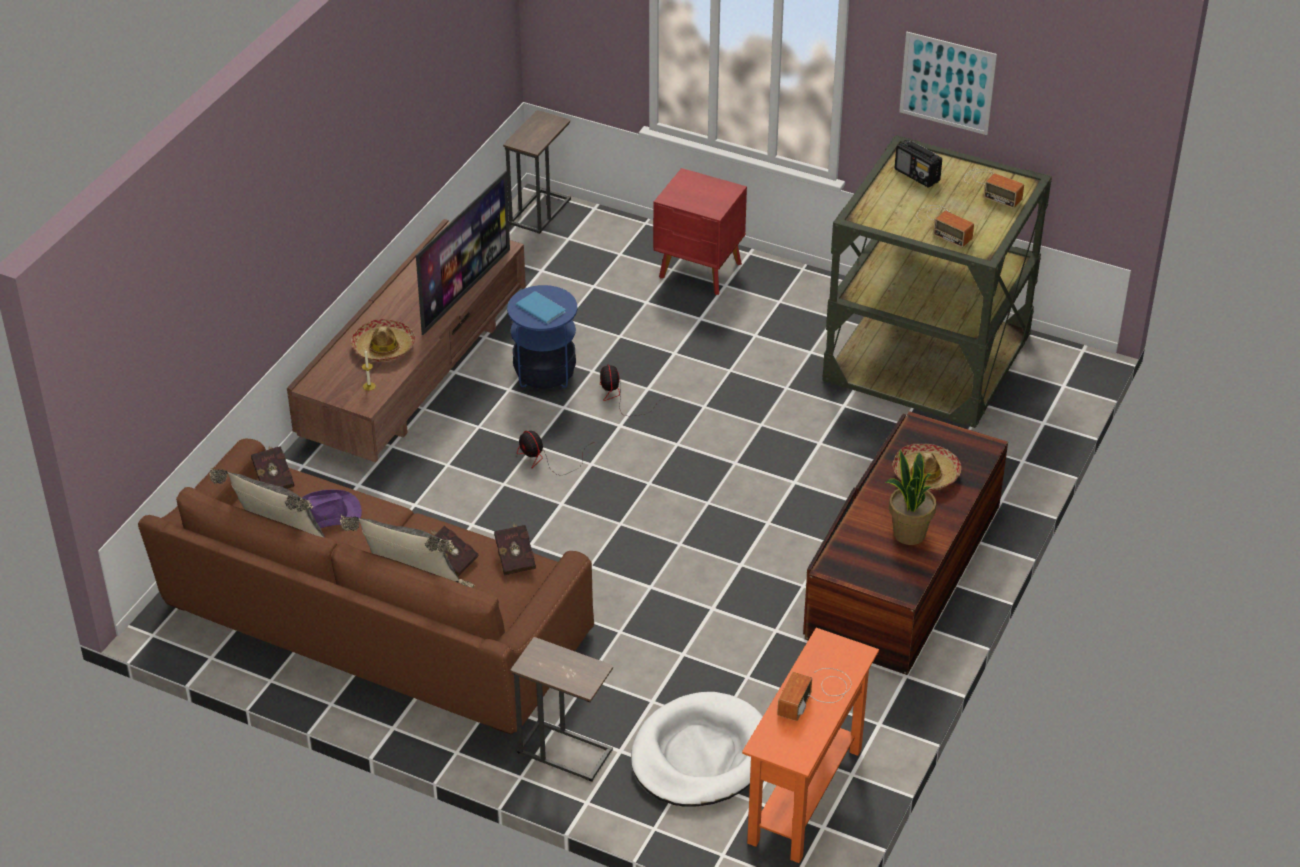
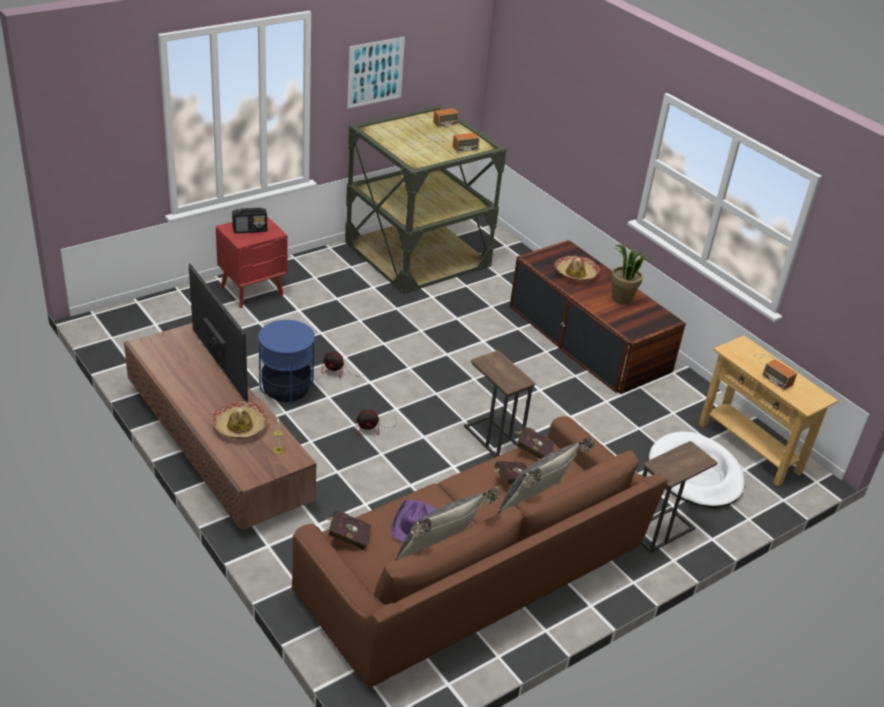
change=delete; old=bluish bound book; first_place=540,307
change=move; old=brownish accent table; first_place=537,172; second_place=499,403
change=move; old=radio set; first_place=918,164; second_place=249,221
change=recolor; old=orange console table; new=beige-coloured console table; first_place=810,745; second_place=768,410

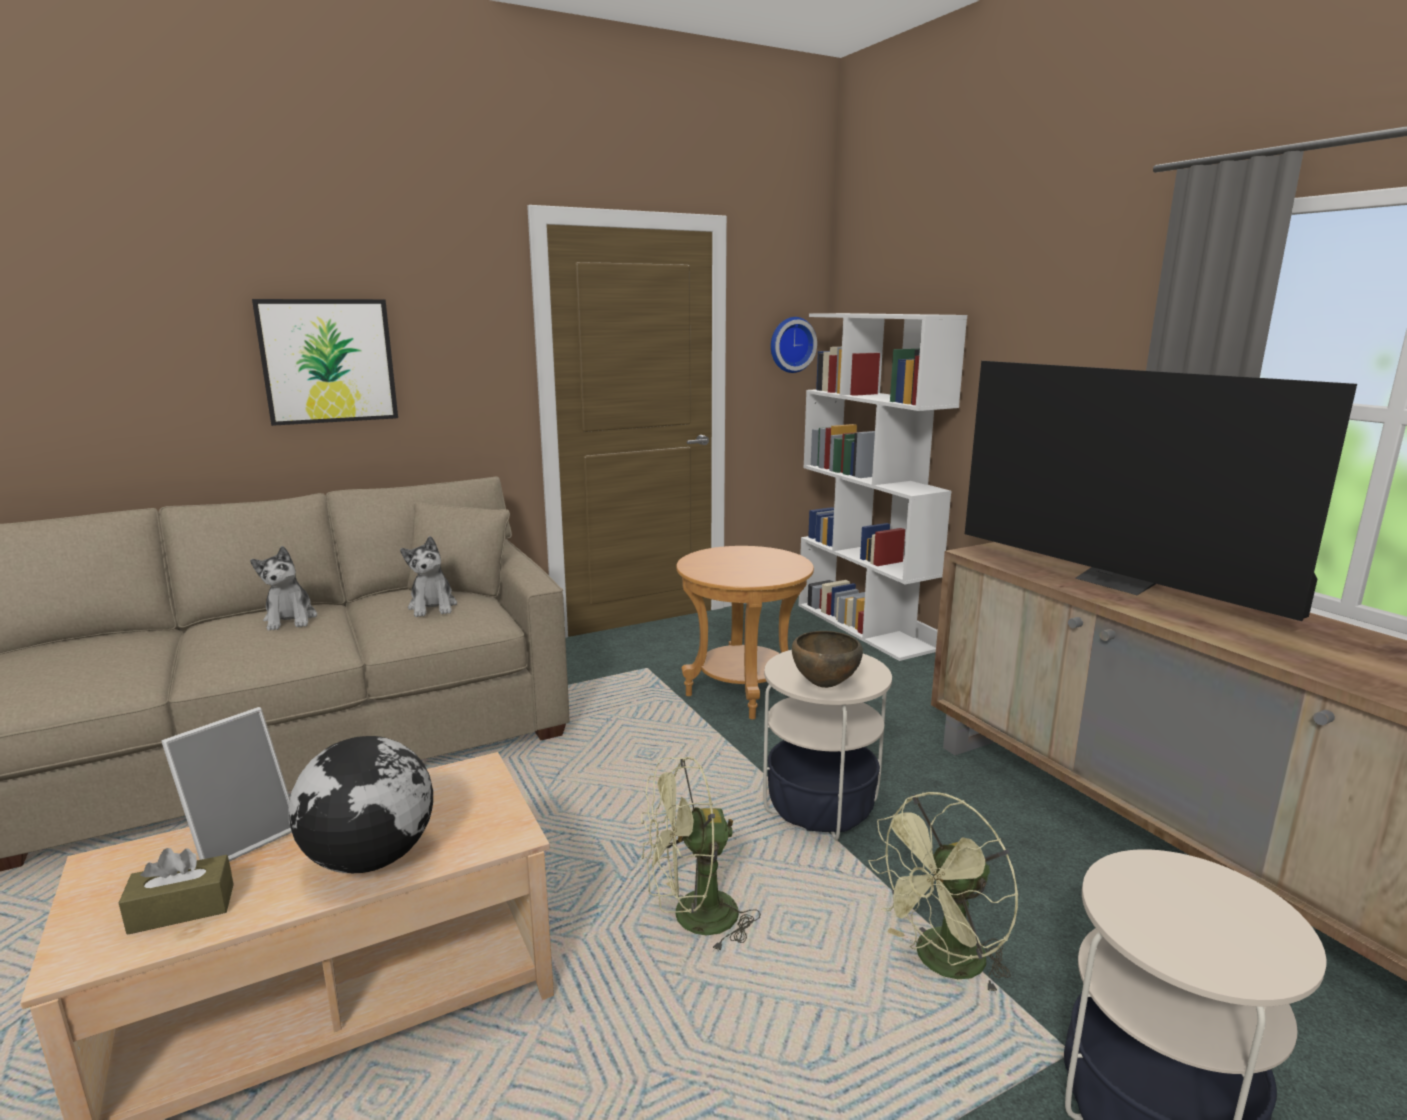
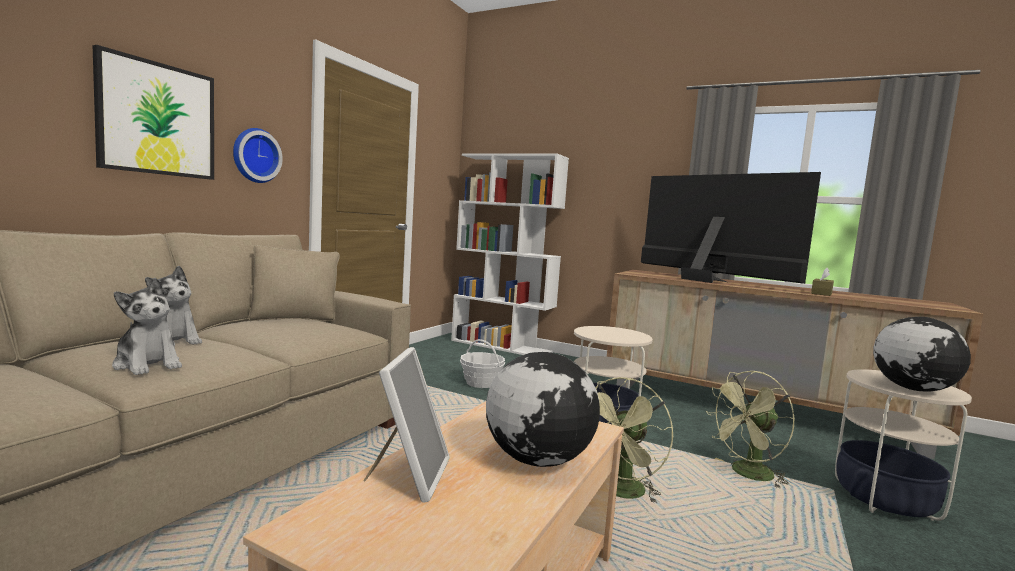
change=delete; old=brownish deep dish; first_place=827,659
change=insert; new=desk globe; second_place=922,354
change=move; old=brownish tissue box; first_place=176,891; second_place=822,282
change=move; old=cuddly toy; first_place=428,576; second_place=147,326
change=move; old=clock on the wall; first_place=794,345; second_place=258,155
change=replace; old=brownish accent table; new=household basket; first_place=745,632; second_place=482,363
change=rotate; old=green fan; first_place=943,893; second_place=750,429; degrees=45
change=rotate; old=television; first_place=1161,491; second_place=731,228; degrees=-150

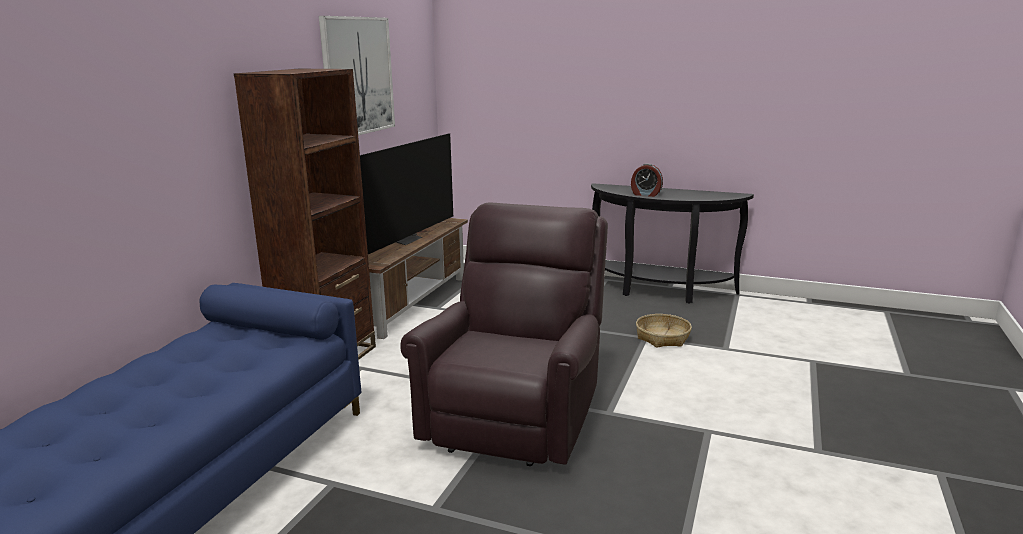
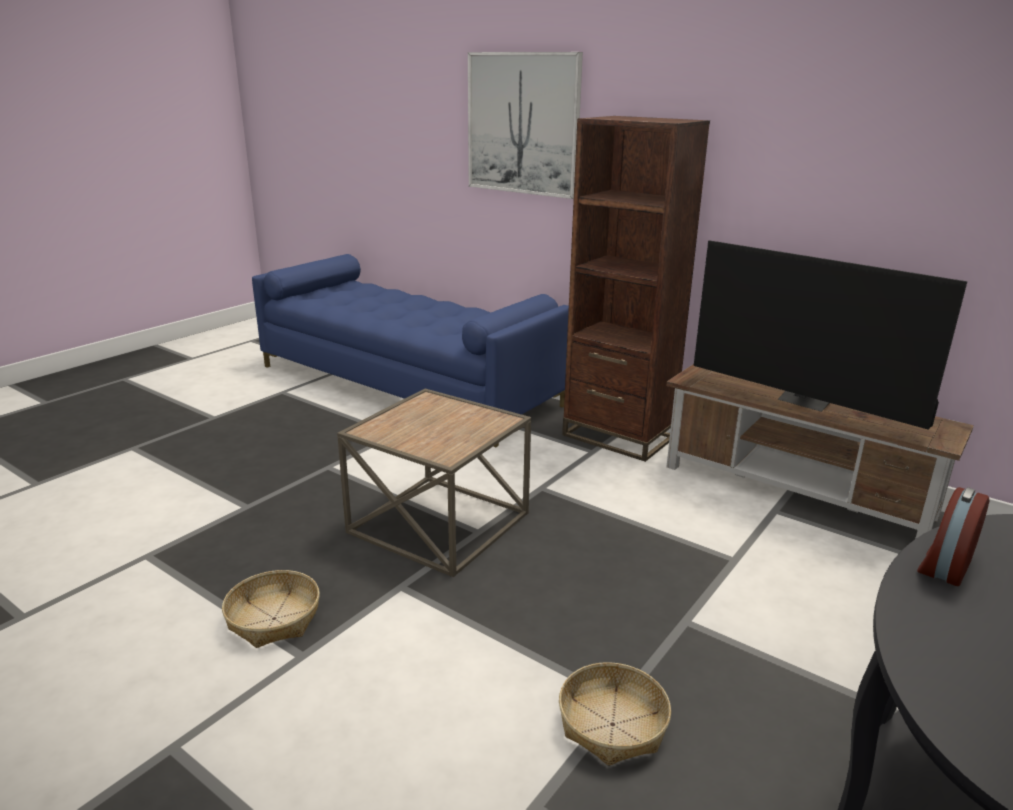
change=insert; new=household basket; second_place=271,609
change=move; old=wall picture; first_place=357,75; second_place=525,125
change=replace; old=brownish easy chair; new=brownish accent table; first_place=504,334; second_place=434,482

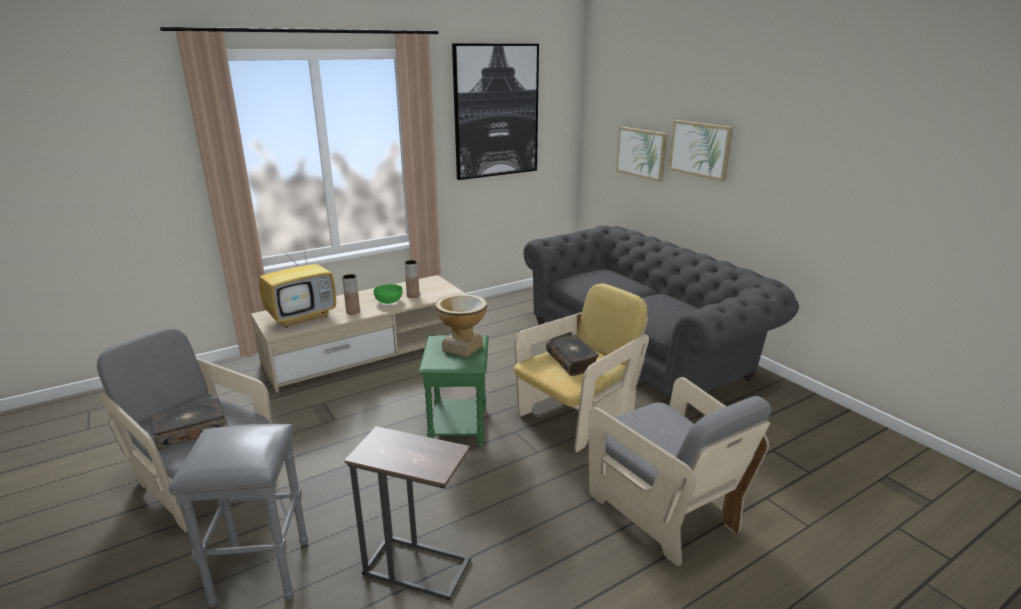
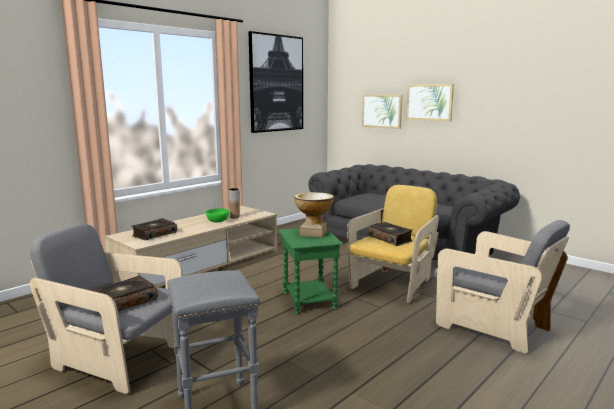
change=delete; old=brownish vase; first_place=351,294
change=delete; old=brownish accent table; first_place=408,513
change=replace; old=television; new=bound book; first_place=297,281; second_place=154,229

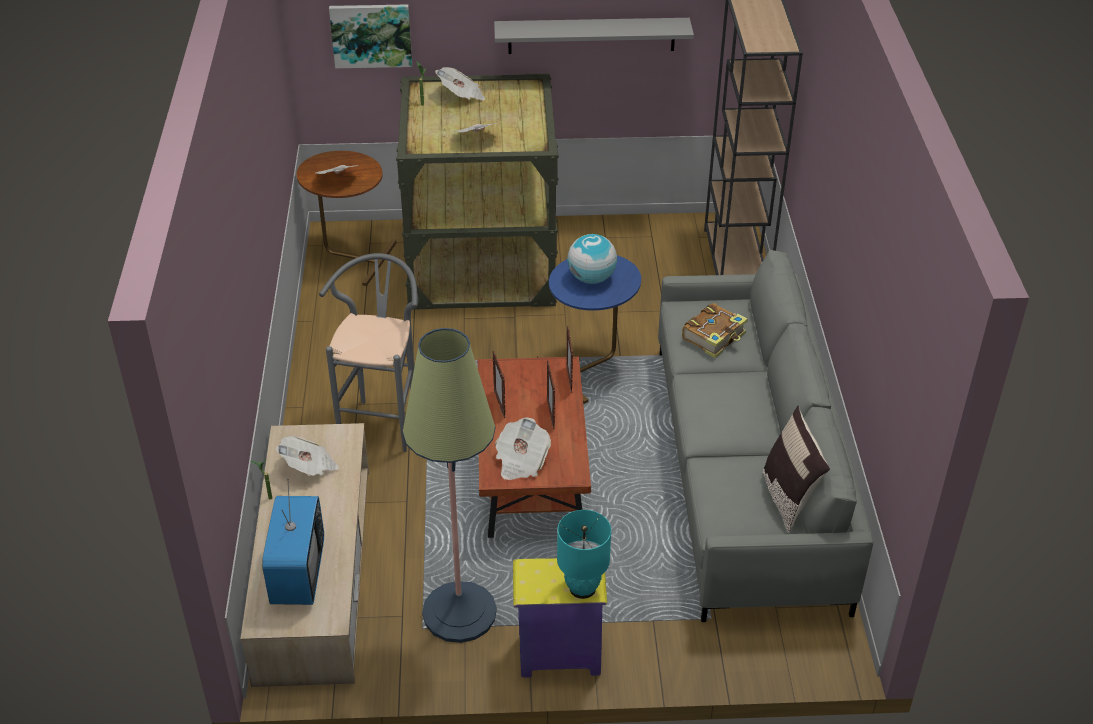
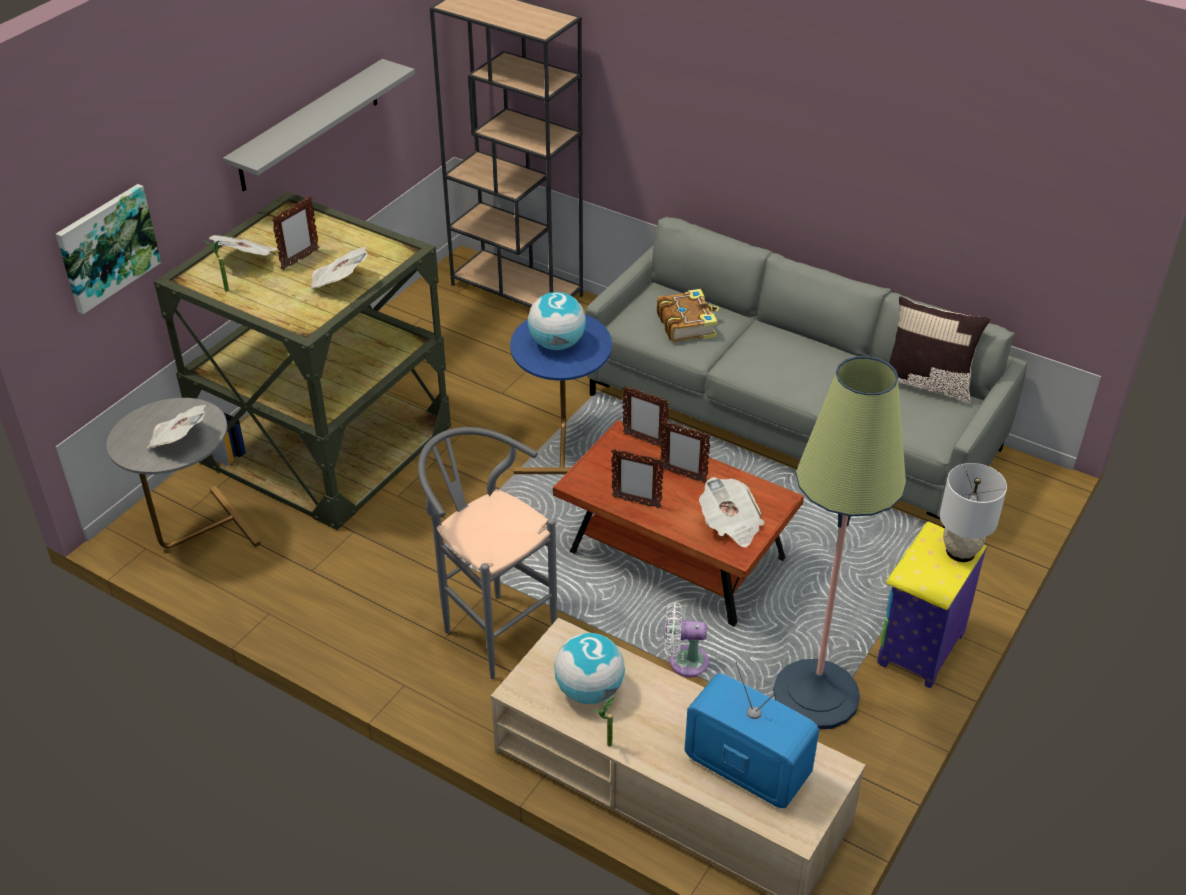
change=insert; new=standing frame; second_place=295,233
change=insert; new=white fan; second_place=686,639
change=replace; old=daily paper; new=desk globe; first_place=307,455; second_place=589,668
change=recolor; old=brownish accent table; new=greyish accent table; first_place=346,218; second_place=184,473
change=recolor; old=turquoise-coloured tabletop lamp; new=white tabletop lamp; first_place=584,554; second_place=973,512

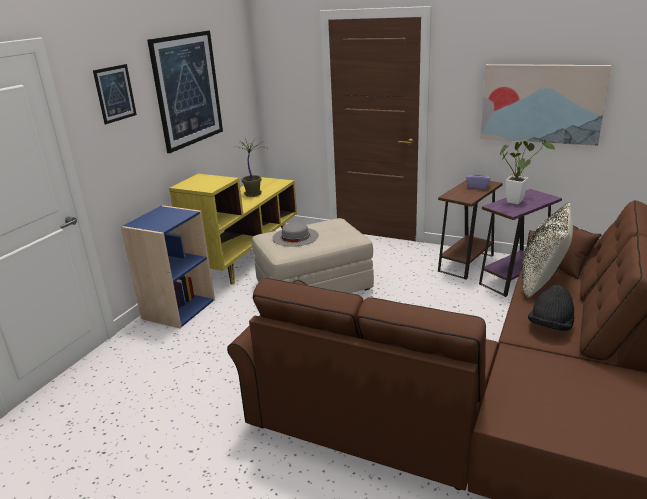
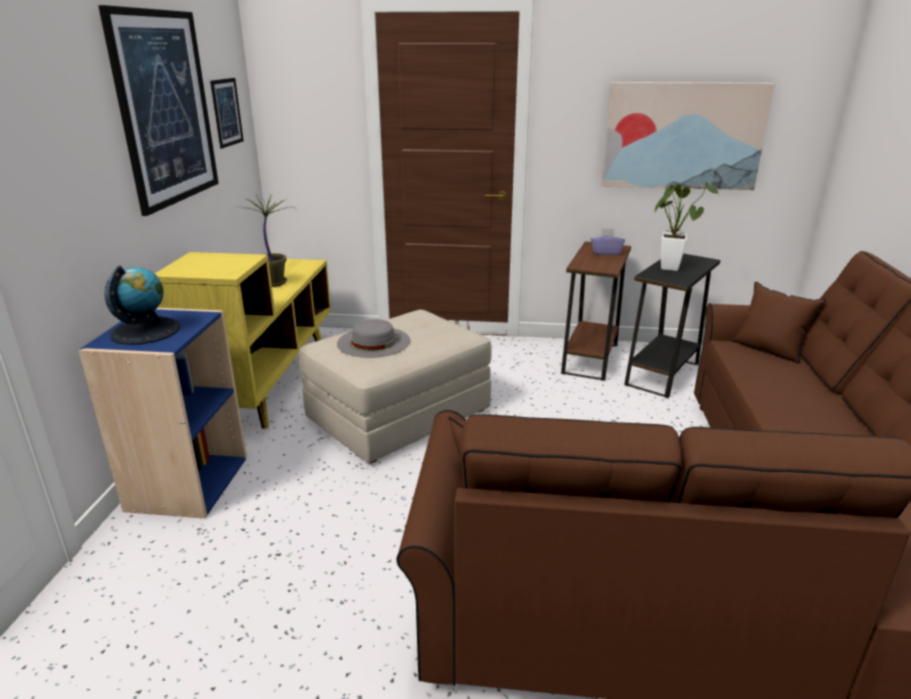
change=delete; old=beige-coloured pillow; first_place=547,250
change=delete; old=blackish wearable hat; first_place=551,308
change=insert; new=desk globe; second_place=143,305
change=move; old=wall picture; first_place=115,94; second_place=227,113
change=recolor; old=purplish accent table; new=blackish accent table; first_place=520,243; second_place=672,325

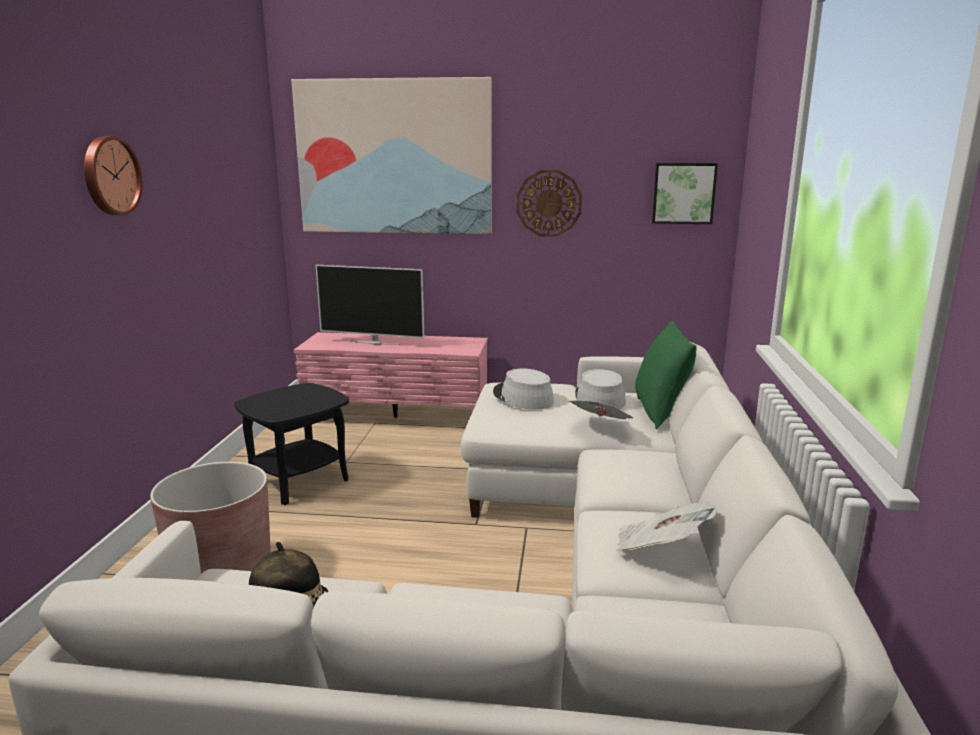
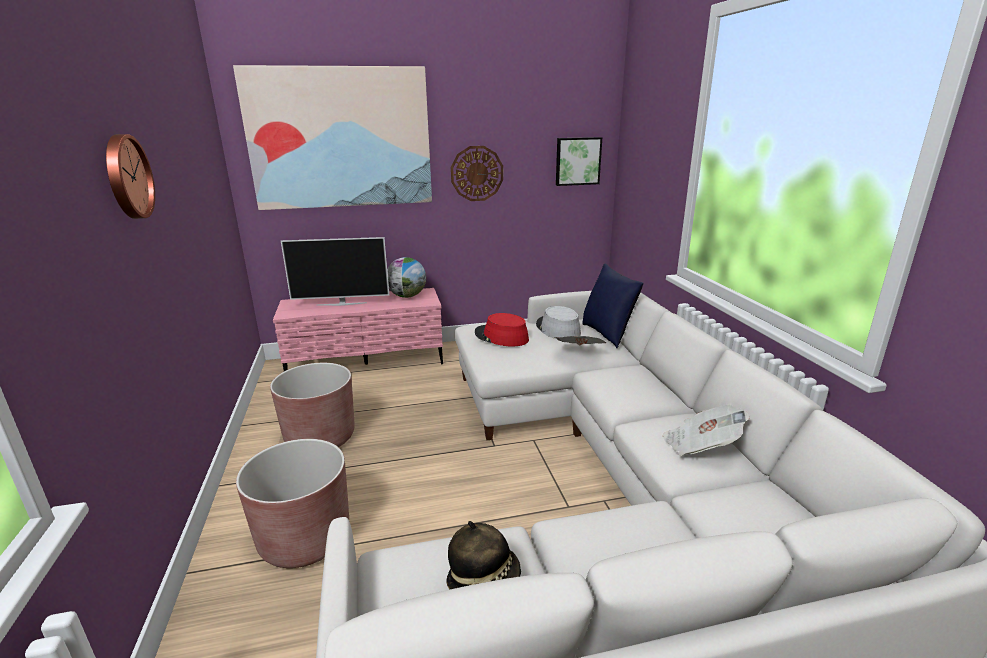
change=insert; new=desk globe; second_place=406,277
change=replace; old=blackish accent table; new=brownish flower pot; first_place=291,444; second_place=312,405
change=recolor; old=greyish wearable hat; new=red wearable hat; first_place=523,389; second_place=502,329
change=recolor; old=green pillow; new=bluish pillow; first_place=666,375; second_place=613,306

